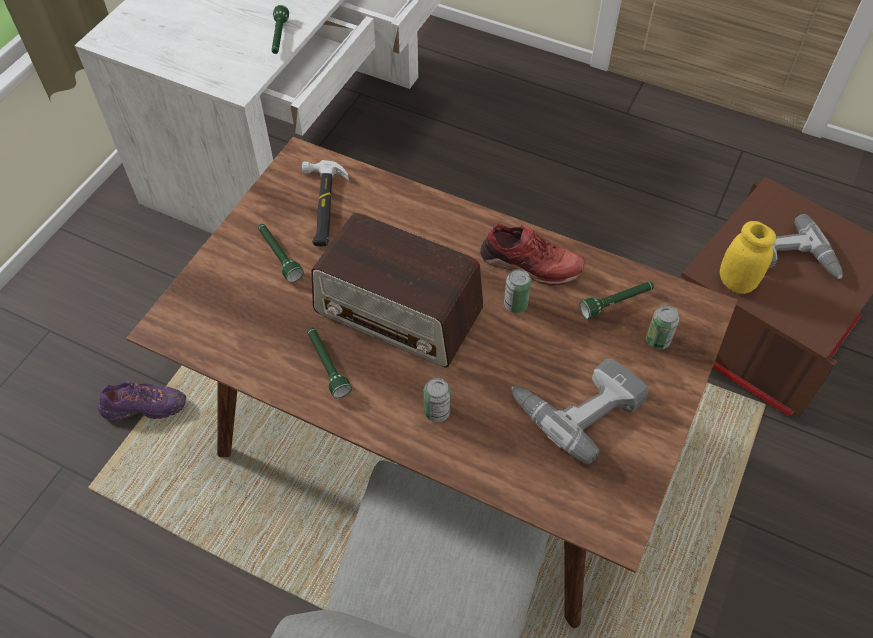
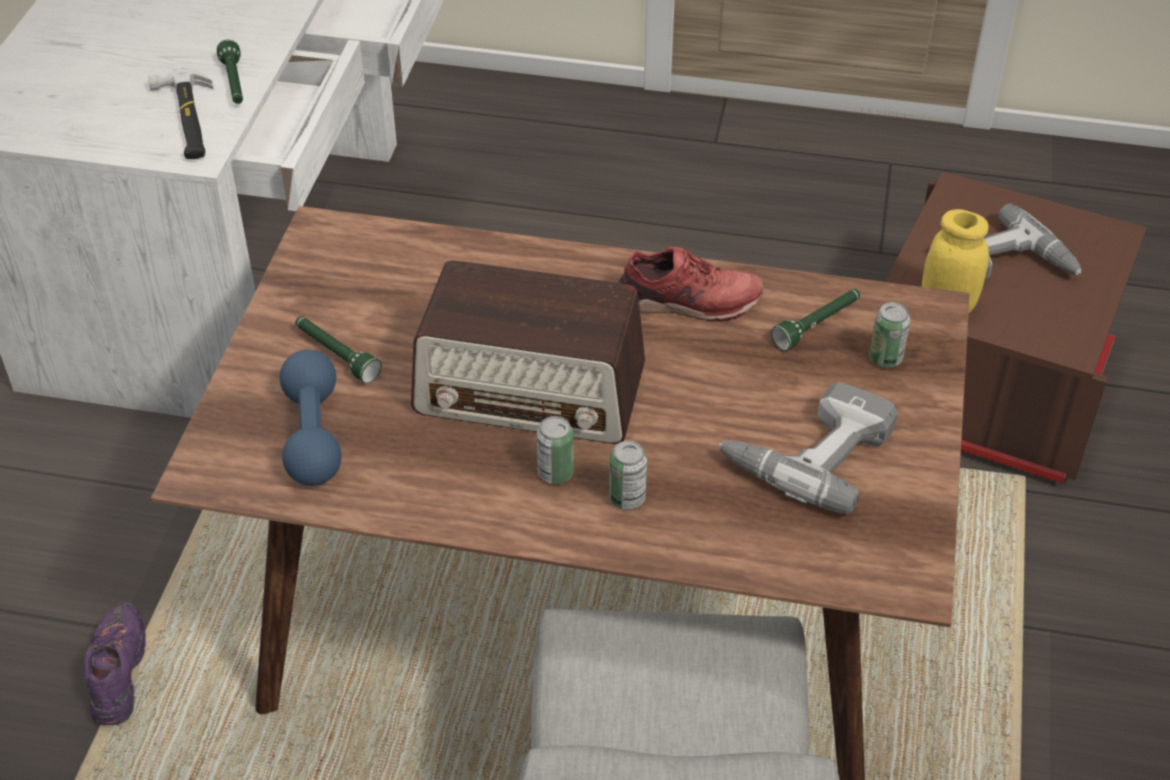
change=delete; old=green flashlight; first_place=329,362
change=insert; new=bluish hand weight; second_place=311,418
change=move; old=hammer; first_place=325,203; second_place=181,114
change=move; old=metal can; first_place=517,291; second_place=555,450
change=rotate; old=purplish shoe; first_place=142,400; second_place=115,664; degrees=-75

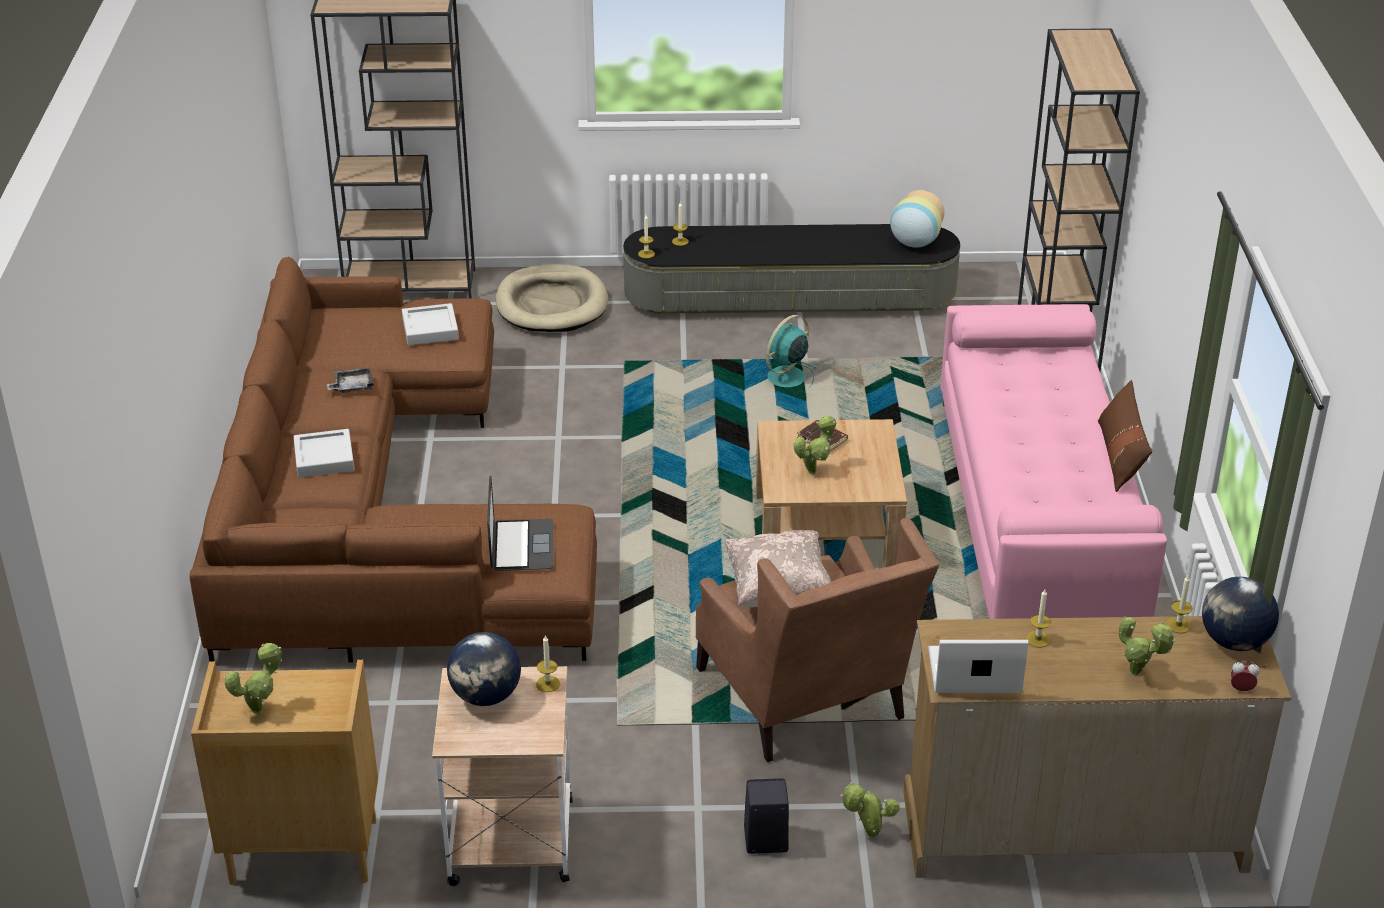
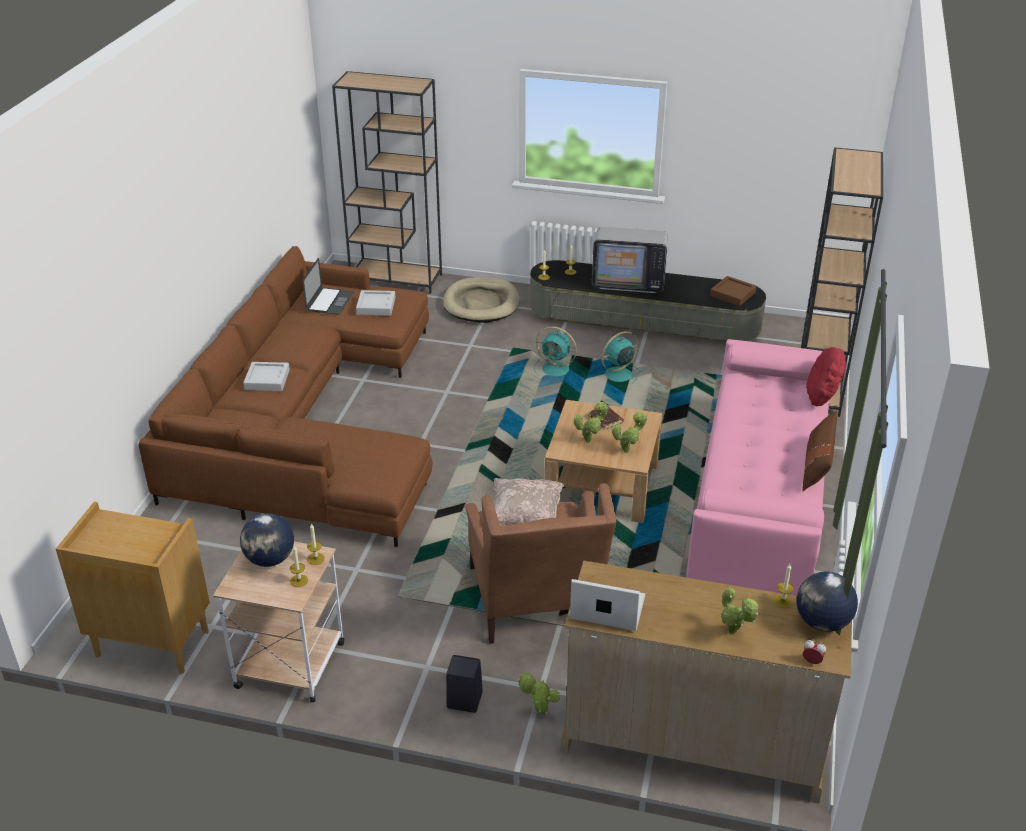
change=delete; old=greyish carrying tray; first_place=350,380
change=insert; new=turquoise-coloured fan; second_place=555,351
change=insert; new=television; second_place=630,260
change=insert; new=red pillow; second_place=826,376
change=move; old=potted plant; first_place=253,678; second_place=629,432
change=move; old=laptop; first_place=520,523; second_place=328,286
change=move; old=wax light; first_place=1038,618; second_place=299,566
change=replace; old=vase; new=brownish carrying tray; first_place=917,219; second_place=733,291

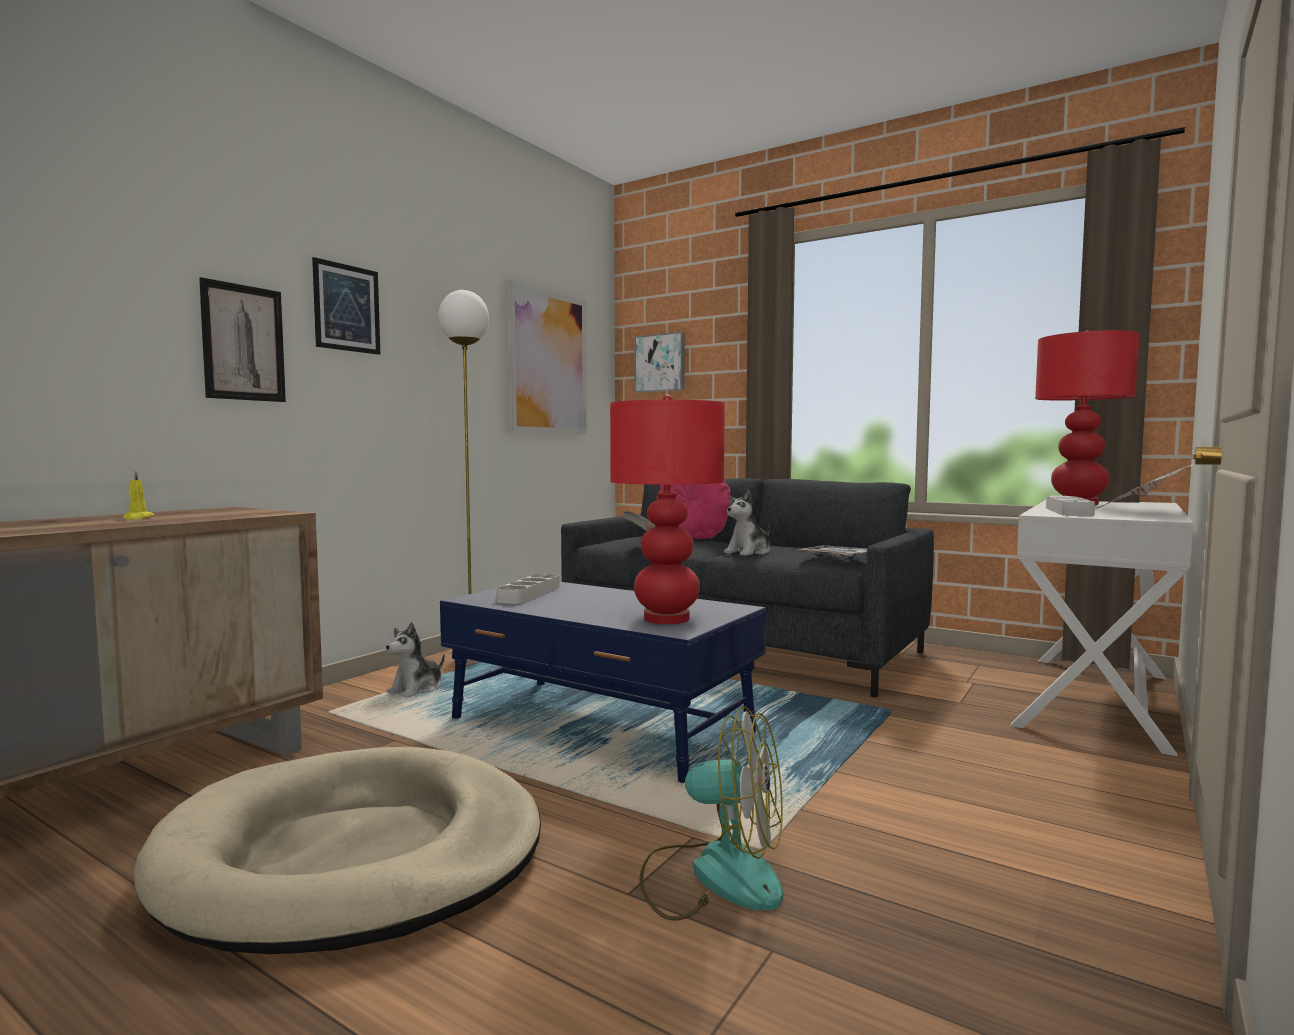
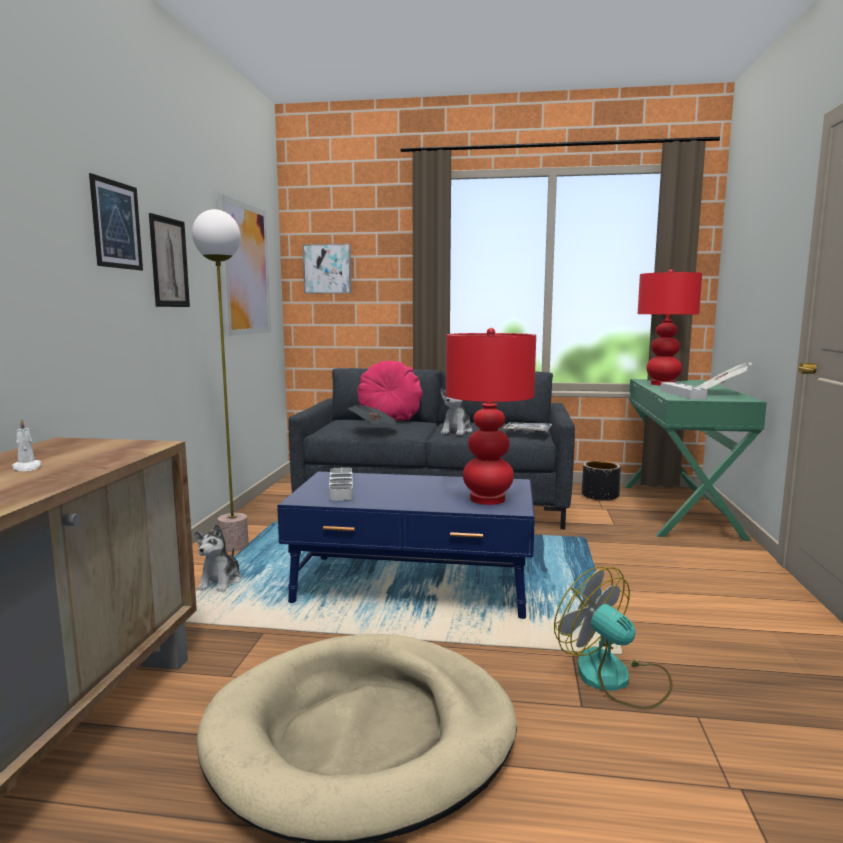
change=insert; new=blackish flower pot; second_place=601,481
change=move; old=wall picture; first_place=242,339; second_place=169,260
change=recolor; old=yellowish wax light; new=white wax light; first_place=138,495; second_place=27,444
change=recolor; old=white console table; new=green console table; first_place=1101,628; second_place=695,460
change=rotate; old=fan; first_place=711,813; second_place=613,638; degrees=-120

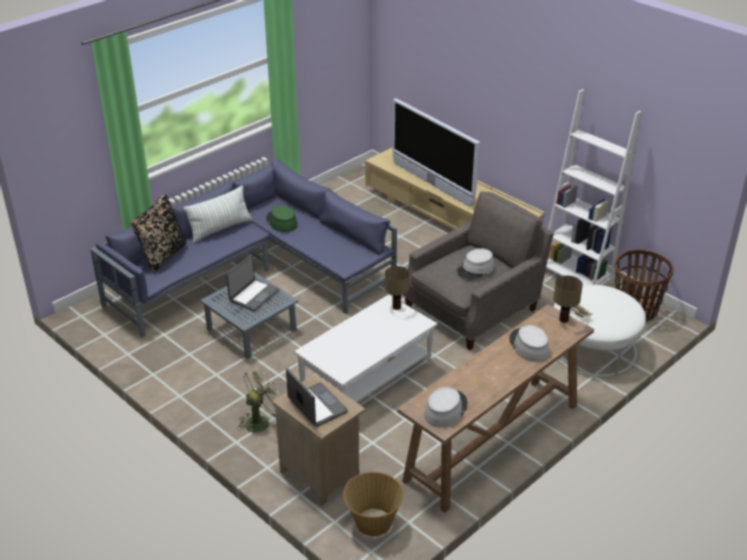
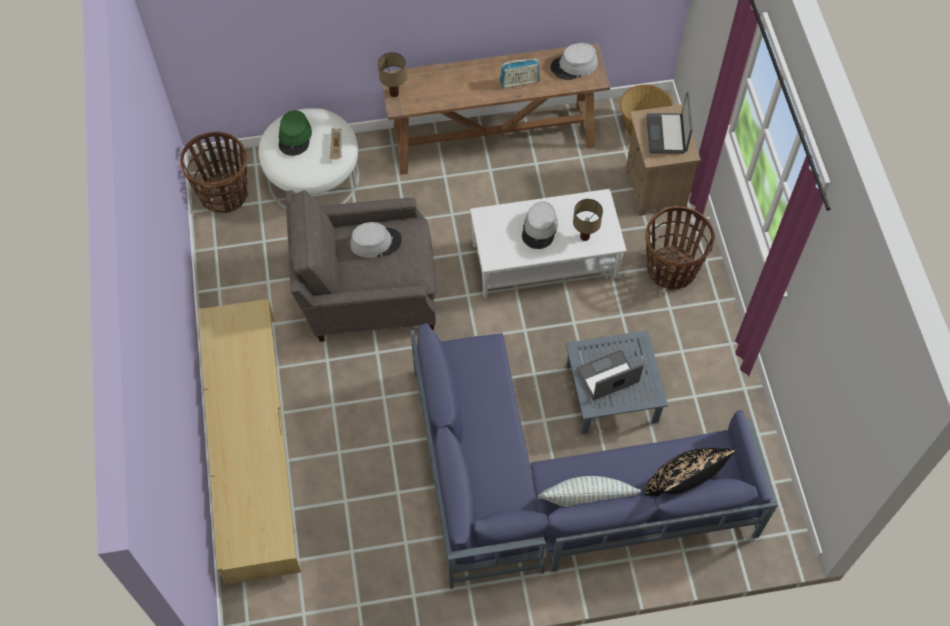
change=delete; old=television; first_place=436,152
change=delete; old=white shelving unit; first_place=593,187
change=insert; new=radio set; second_place=520,73
change=move; old=green wearable hat; first_place=282,218; second_place=295,133
change=move; old=tabletop lamp; first_place=397,288; second_place=588,220
change=move; old=greyish wearable hat; first_place=529,343; second_place=540,225
change=replace; old=green fan; new=household basket; first_place=258,400; second_place=680,248

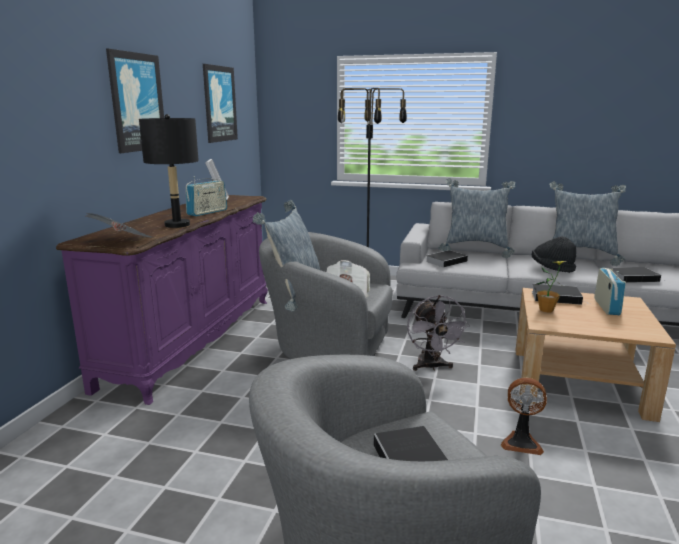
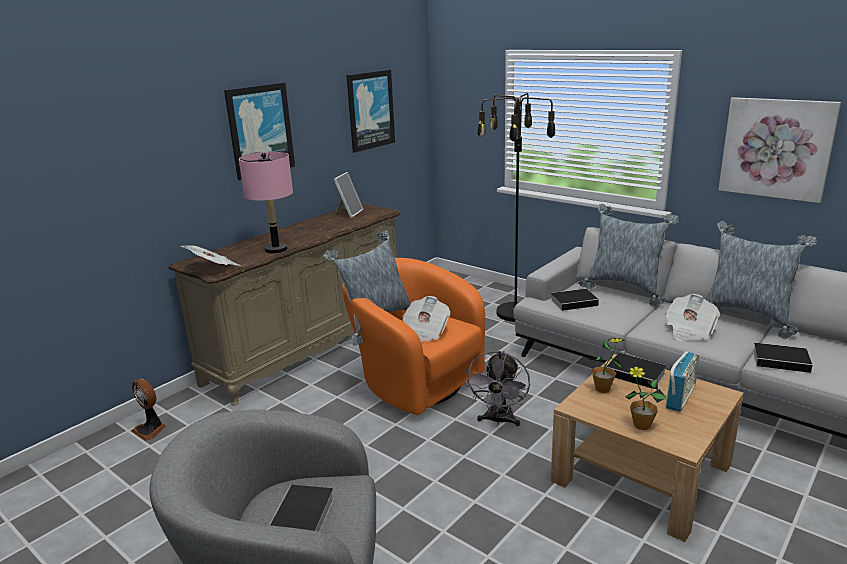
change=delete; old=radio set; first_place=206,196
change=insert; new=potted plant; second_place=646,398
change=insert; new=wall picture; second_place=779,150
change=move; old=fan; first_place=524,416; second_place=149,410
change=replace; old=blackish wearable hat; new=daily paper; first_place=554,254; second_place=692,317
change=recolor; old=purplish cupboard; new=beige-coloured cupboard; first_place=162,300; second_place=285,304
change=recolor; old=blackish tabletop lamp; new=pinkish tabletop lamp; first_place=169,171; second_place=266,203
change=recolor; old=greyish easy chair; new=orange easy chair; first_place=326,295; second_place=413,336

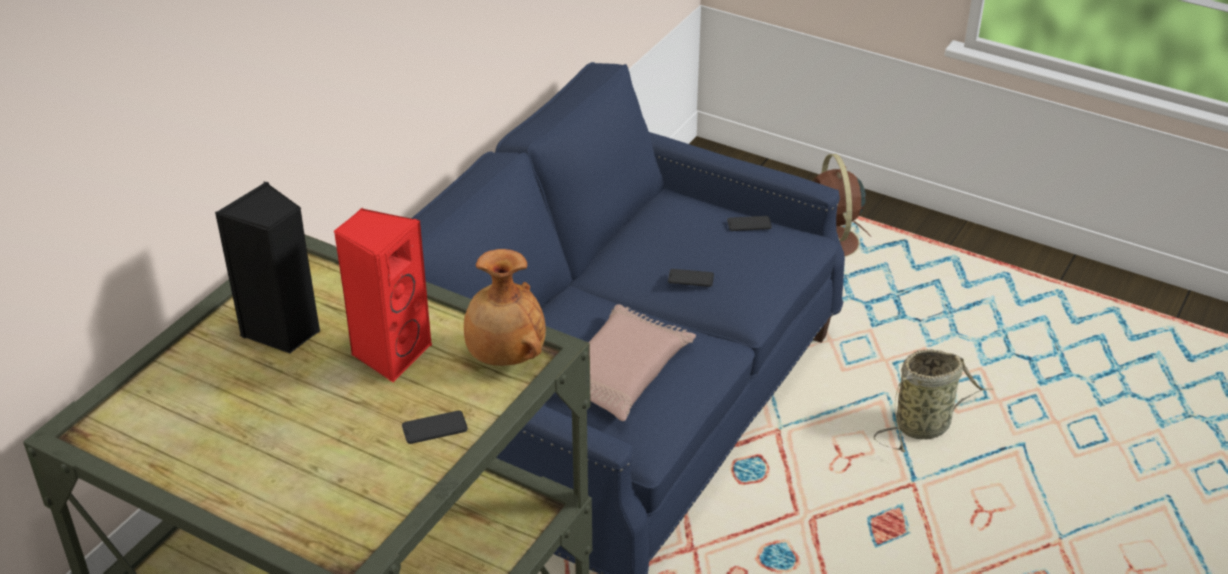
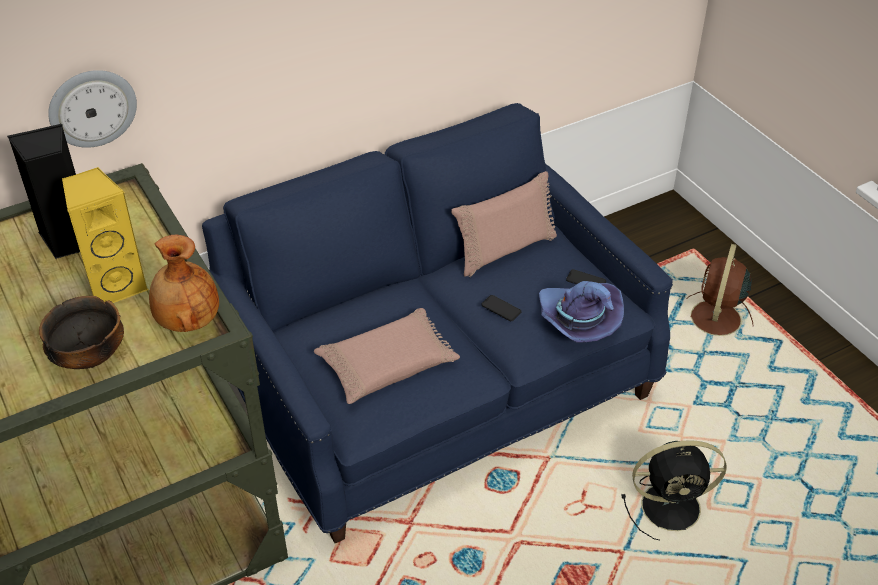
change=insert; new=clock on the wall; second_place=92,109
change=insert; new=beige-coloured pillow; second_place=504,224
change=insert; new=purplish wearable hat; second_place=581,312
change=replace; old=telephone; new=deep dish; first_place=435,427; second_place=81,332
change=replace; old=household basket; new=blackish fan; first_place=933,400; second_place=674,490
change=recolor; old=red audio speaker; new=yellowish audio speaker; first_place=383,294; second_place=105,235

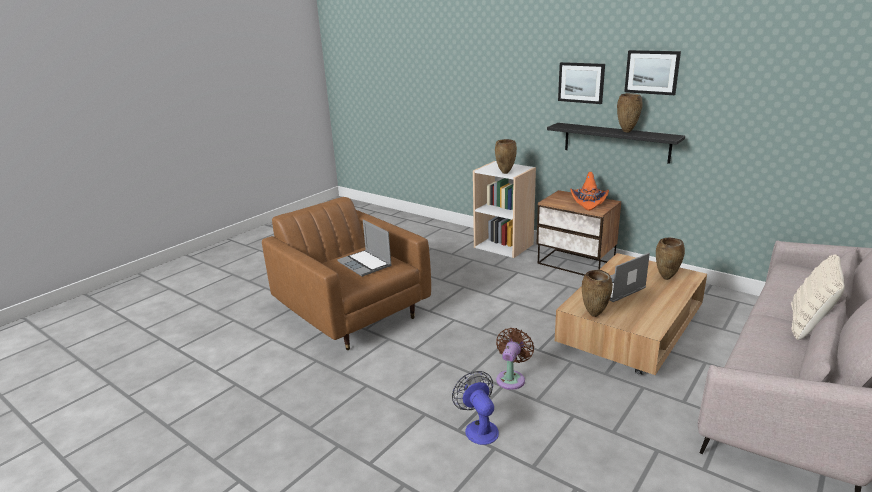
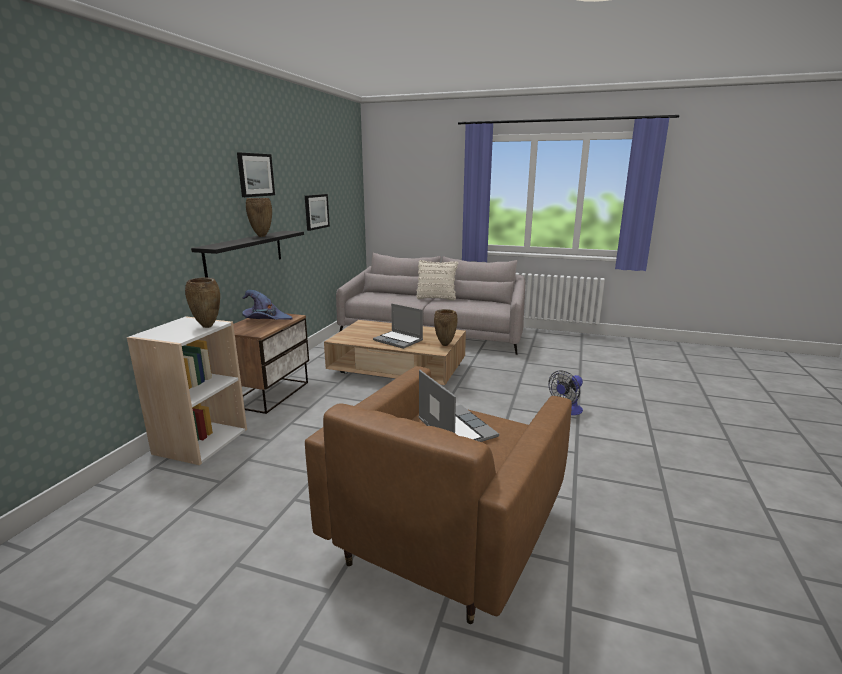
change=delete; old=brownish fan; first_place=515,359
change=delete; old=brownish vase; first_place=670,259
change=move; old=wall picture; first_place=581,83; second_place=317,212
change=recolor; old=orange wearable hat; new=purplish wearable hat; first_place=589,191; second_place=267,305
change=rotate; old=laptop; first_place=364,248; second_place=459,406; degrees=-60

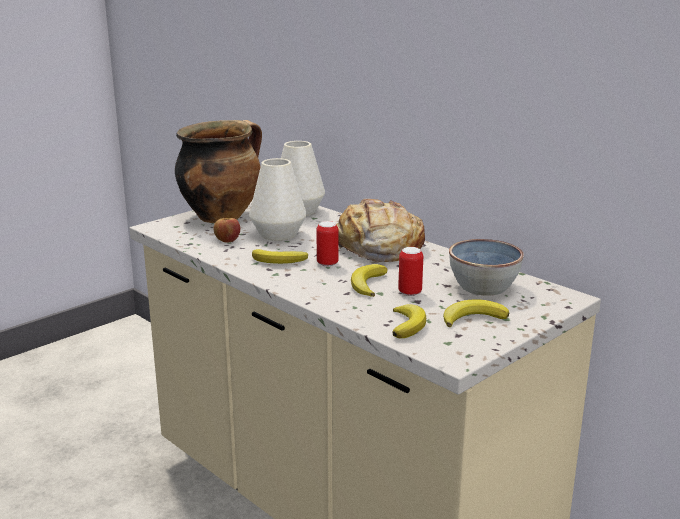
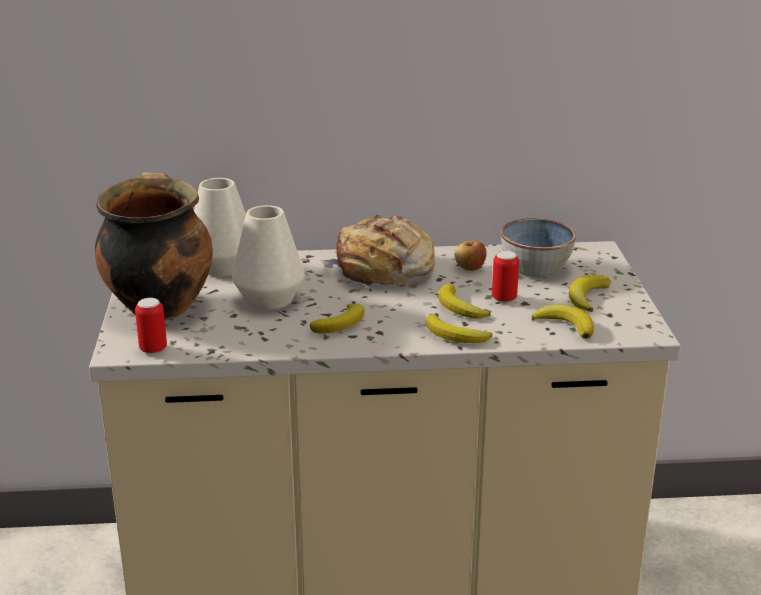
change=insert; new=whole banana; second_place=459,329
change=move; old=apple fruit; first_place=226,230; second_place=471,256
change=move; old=metal can; first_place=327,243; second_place=151,326

